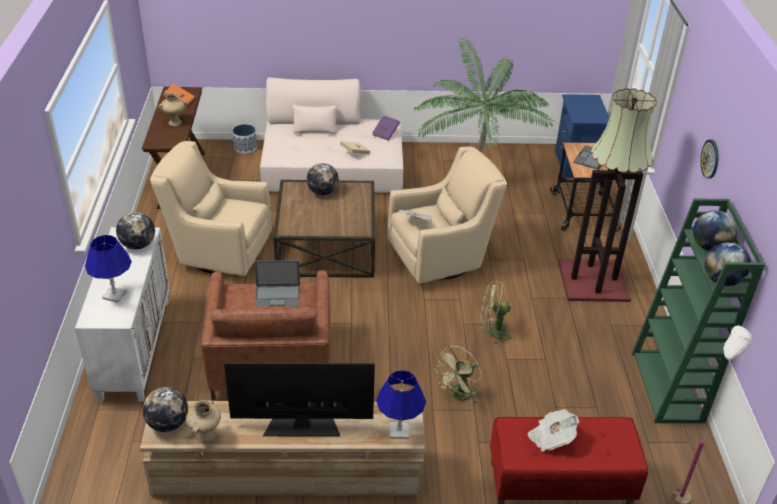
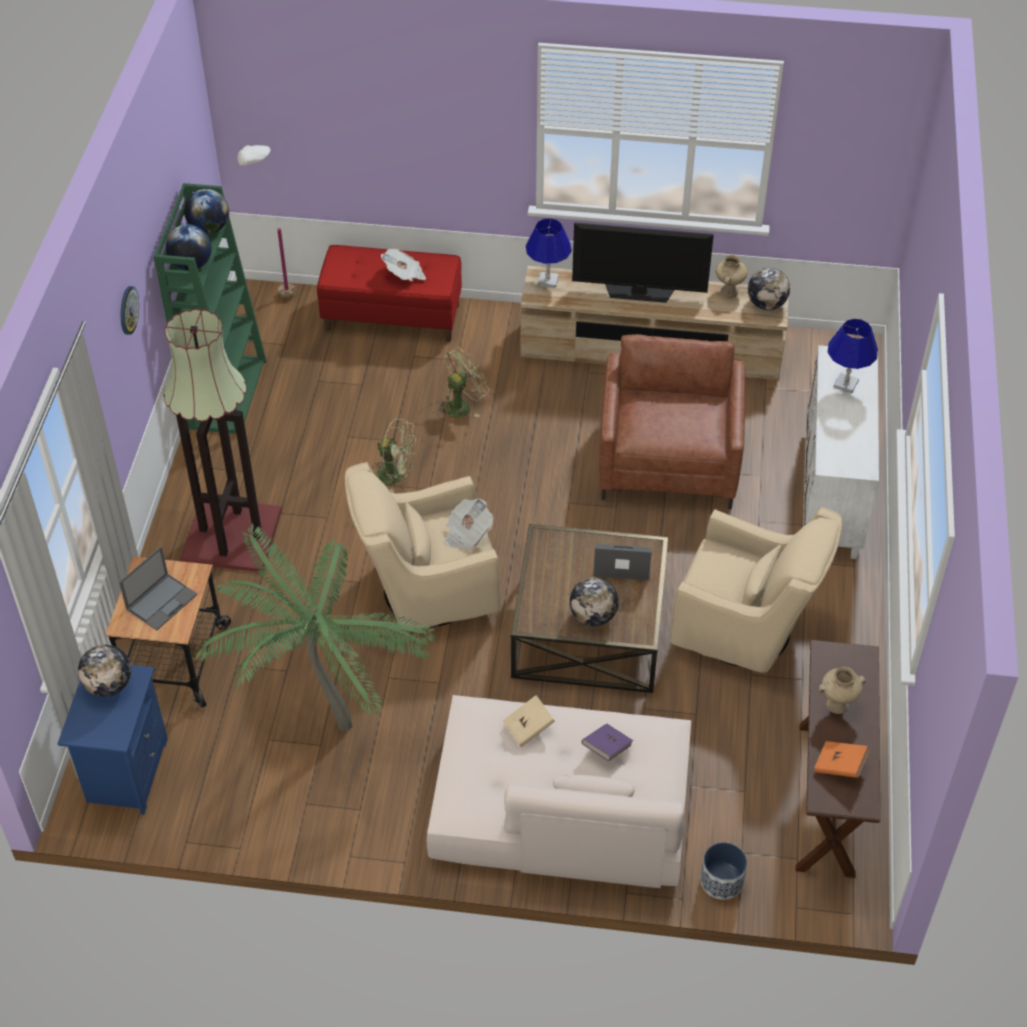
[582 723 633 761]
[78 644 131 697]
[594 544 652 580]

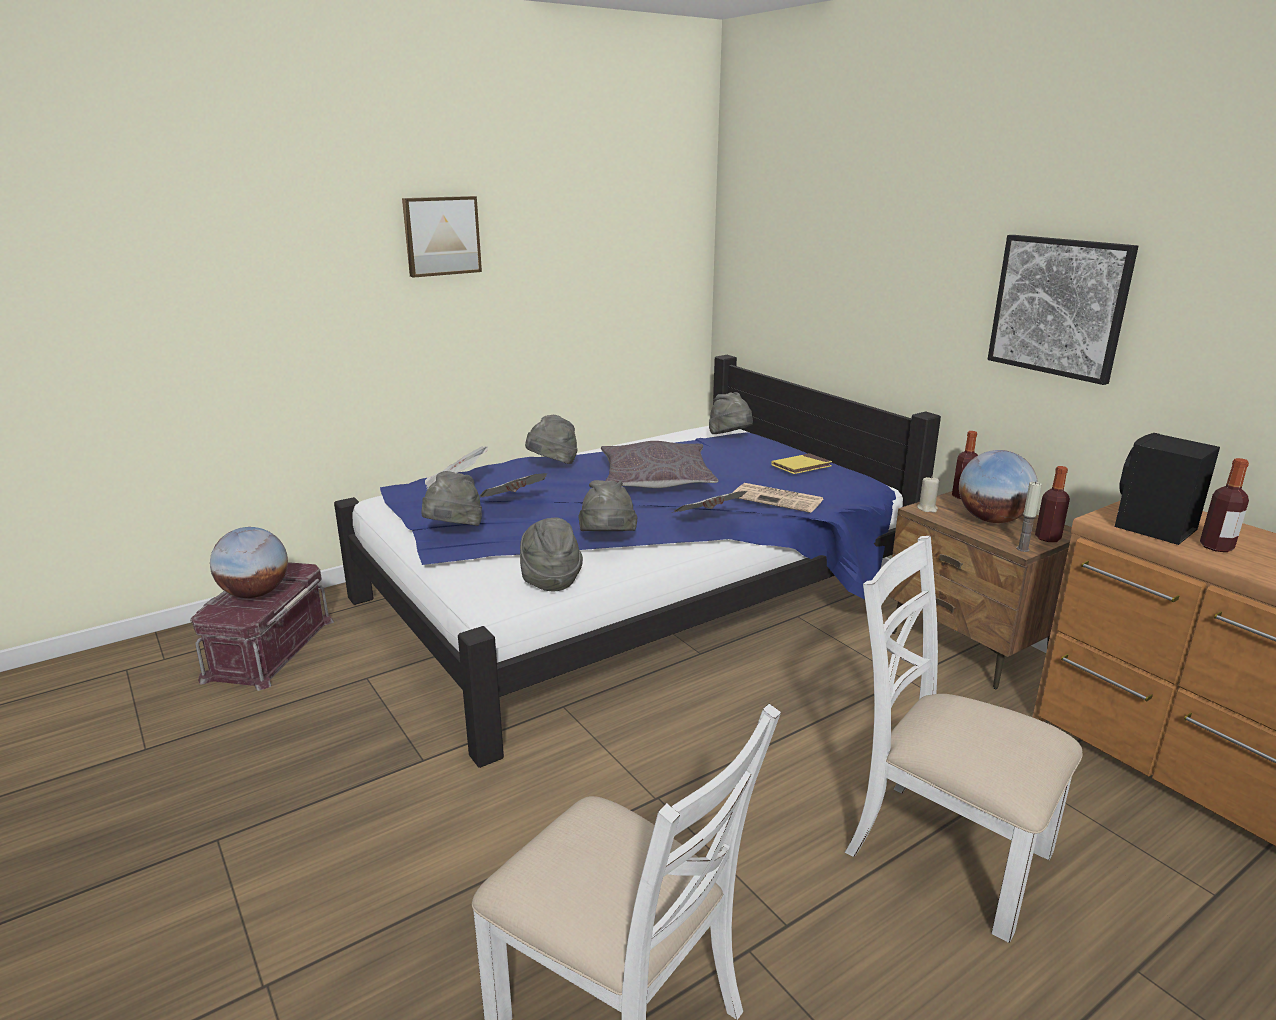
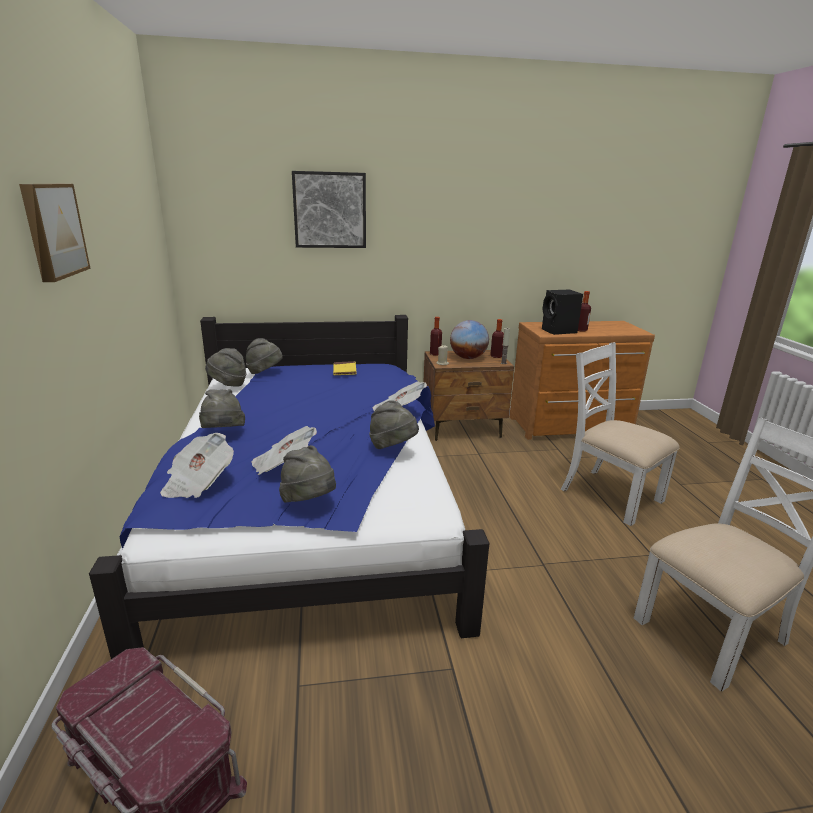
[292 171 366 248]
[601 441 719 488] (first image)
[732 483 824 513] (first image)
[205 348 246 387]
[210 527 288 598] (first image)
[561 342 680 526]

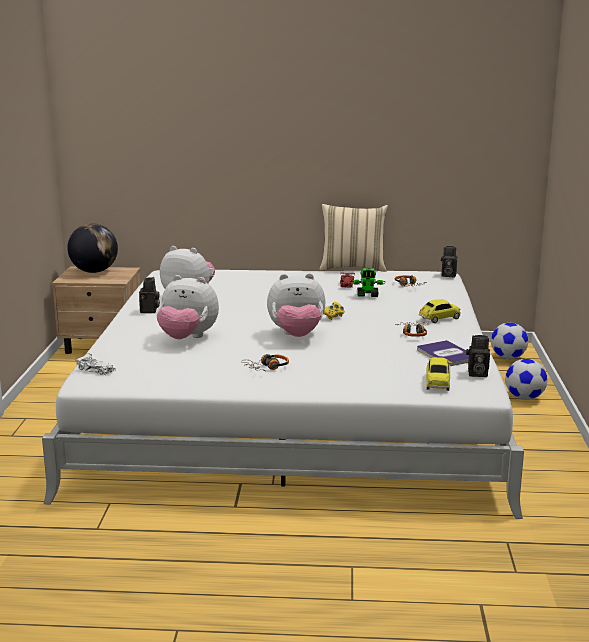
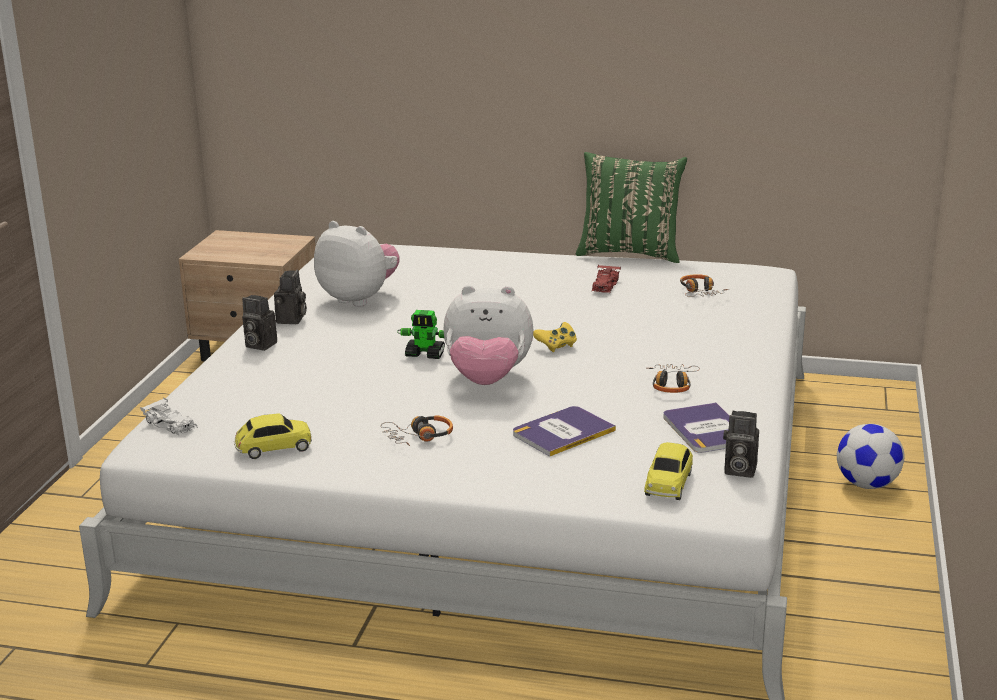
[576 152 687 263]
[67 223 118 273] (first image)
[242 295 277 351]
[397 310 445 359]
[157 275 219 339] (first image)
[234 413 312 459]
[491 323 528 359] (first image)
[513 406 616 457]

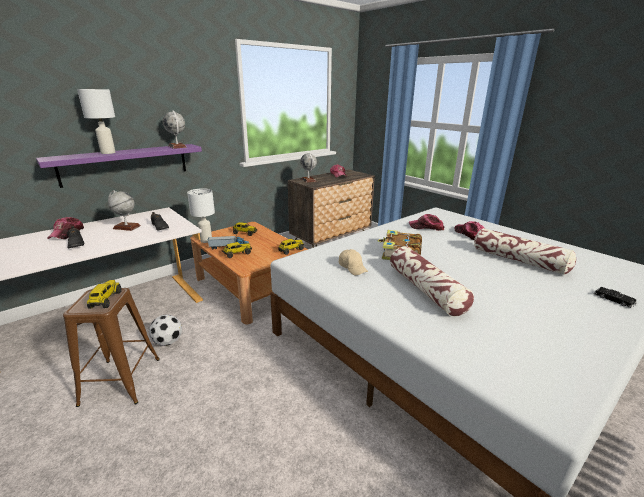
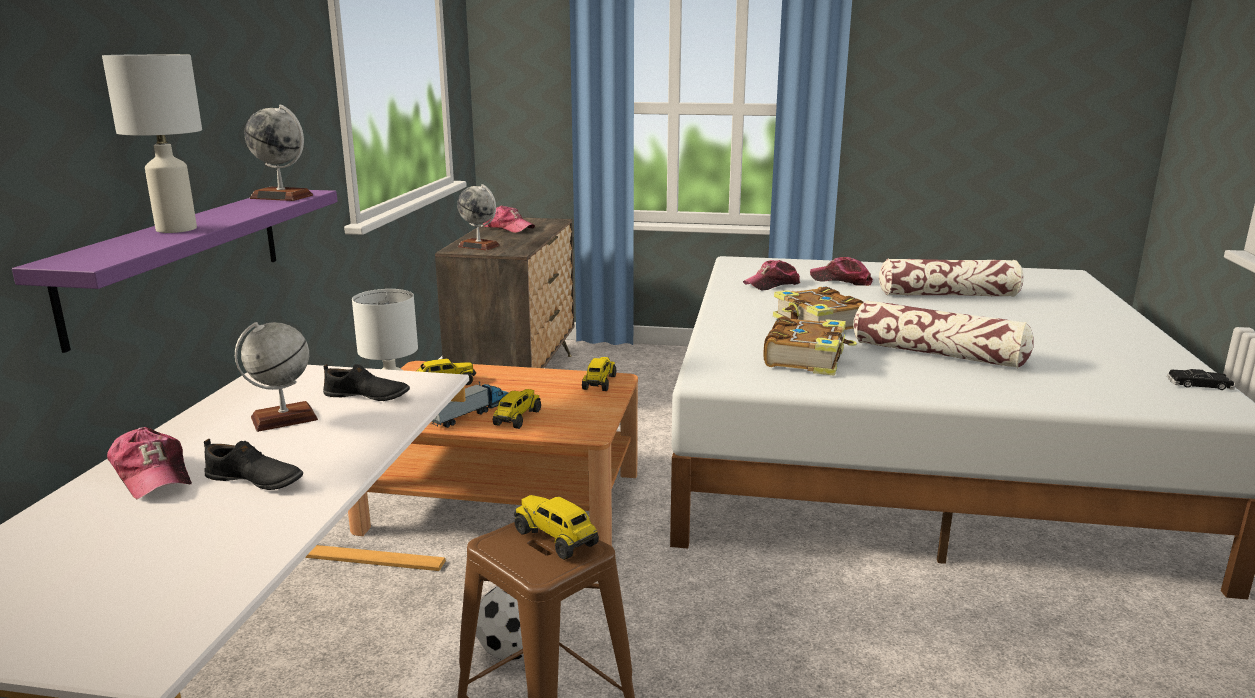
[763 316 857 376]
[1167 369 1235 390]

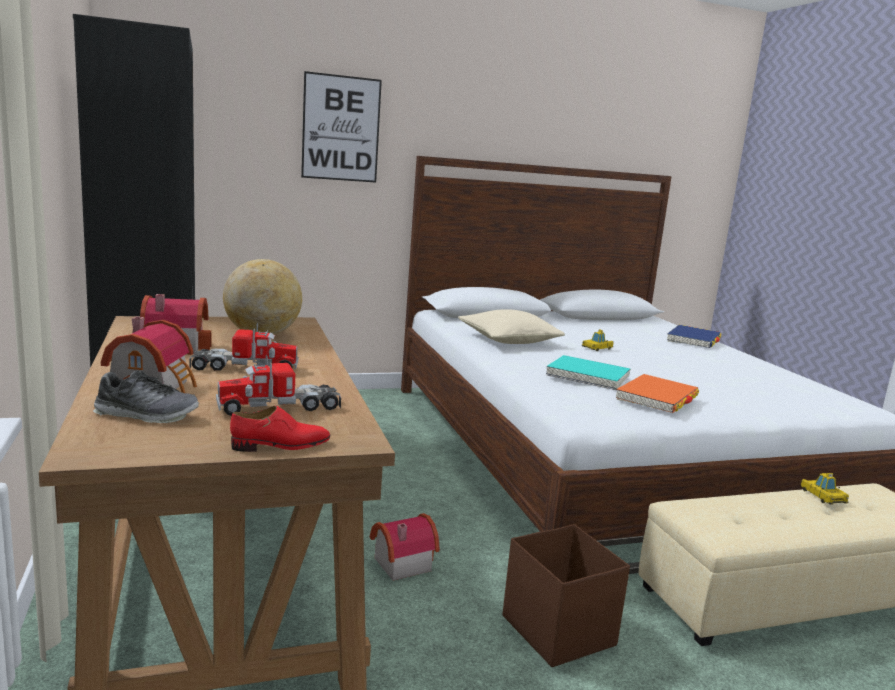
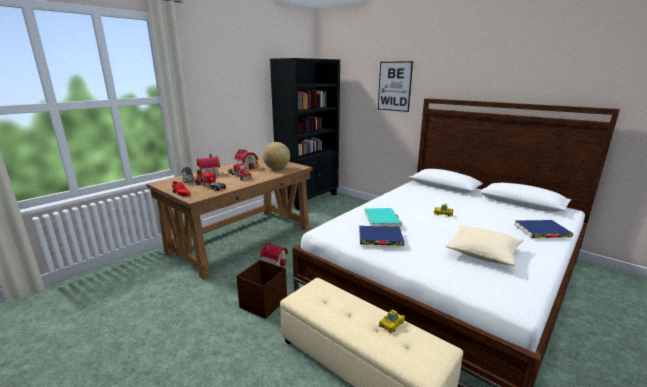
[445 225 524 266]
[359 226 404 246]

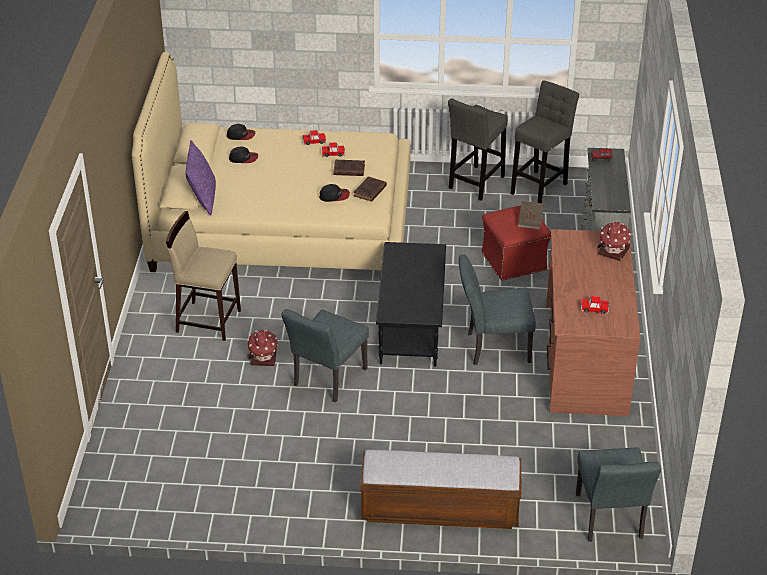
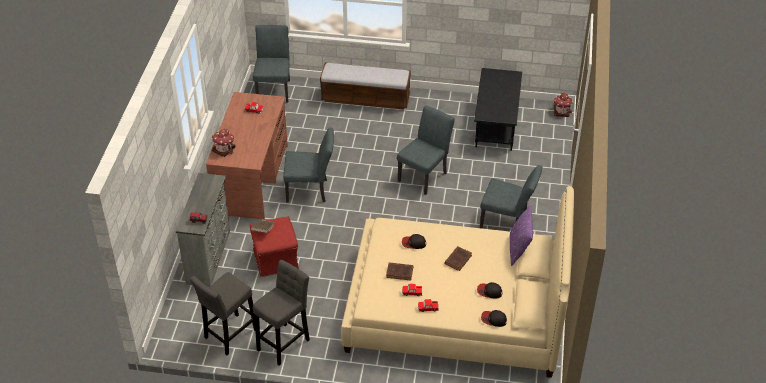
[444 246 472 271]
[480 165 542 228]
[474 68 522 151]
[554 93 573 117]

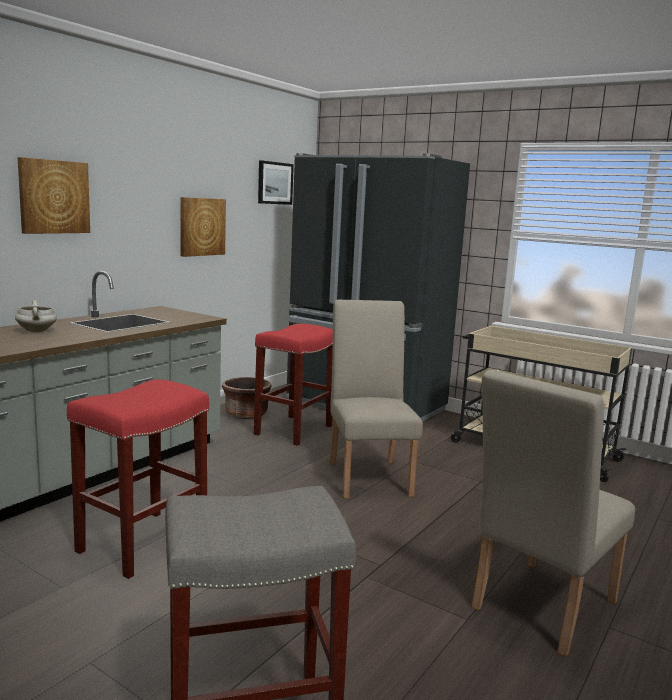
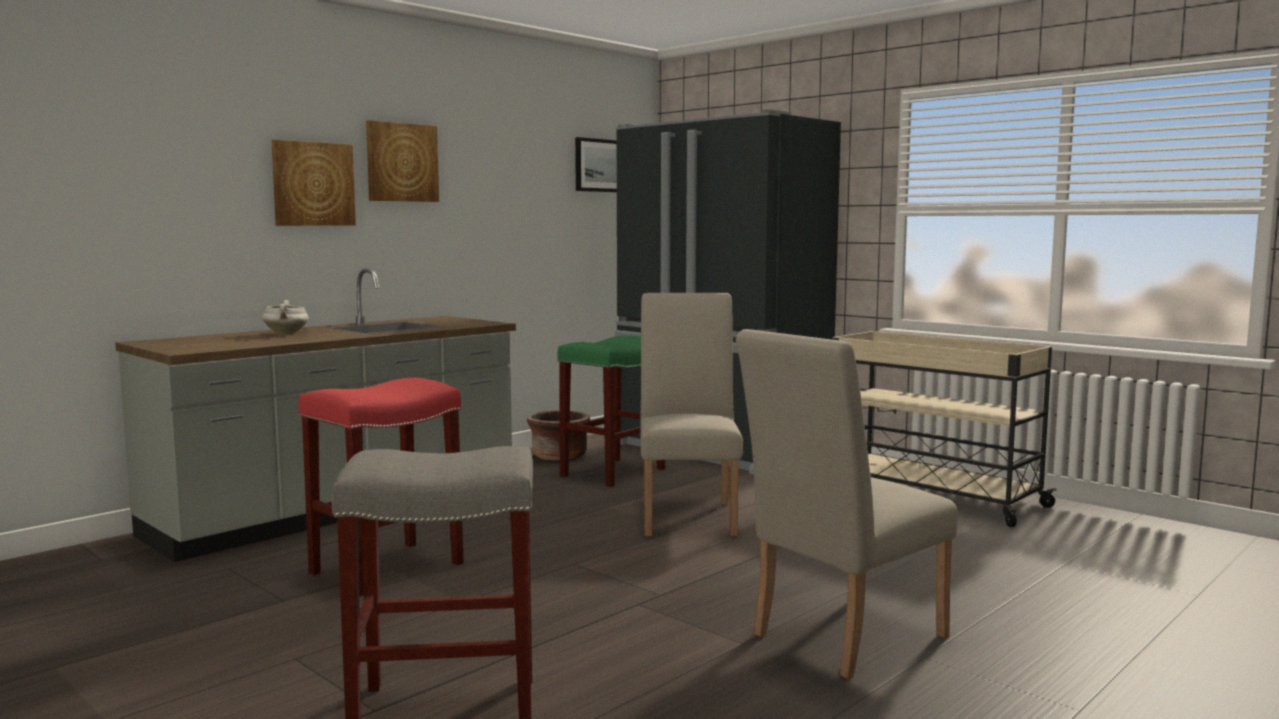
[366 120 439 202]
[557 336 665 487]

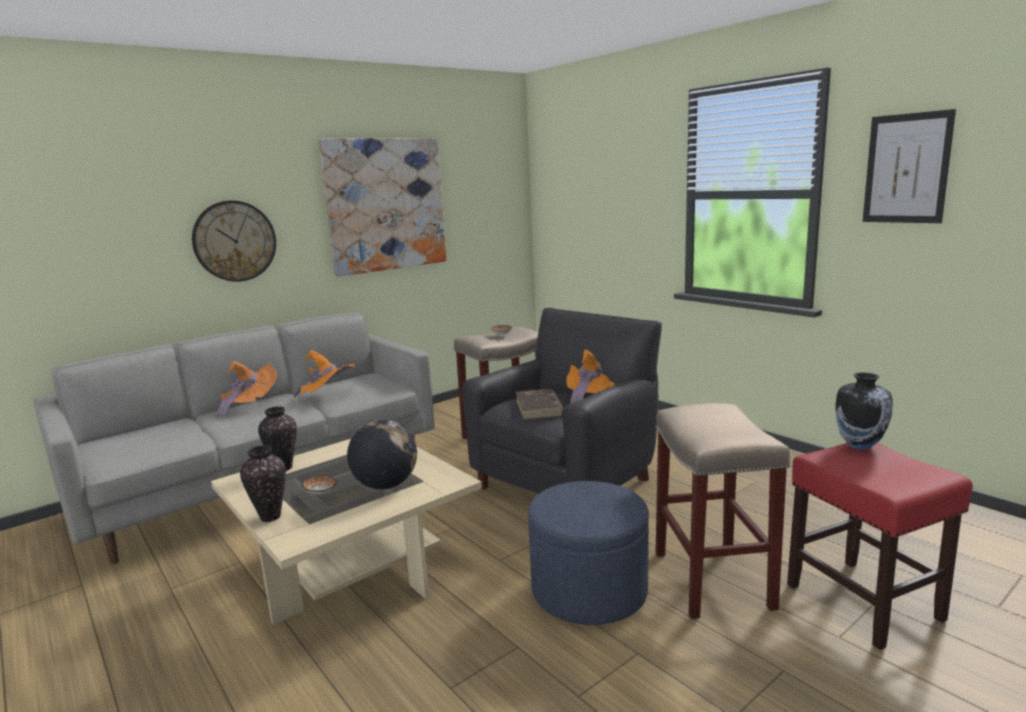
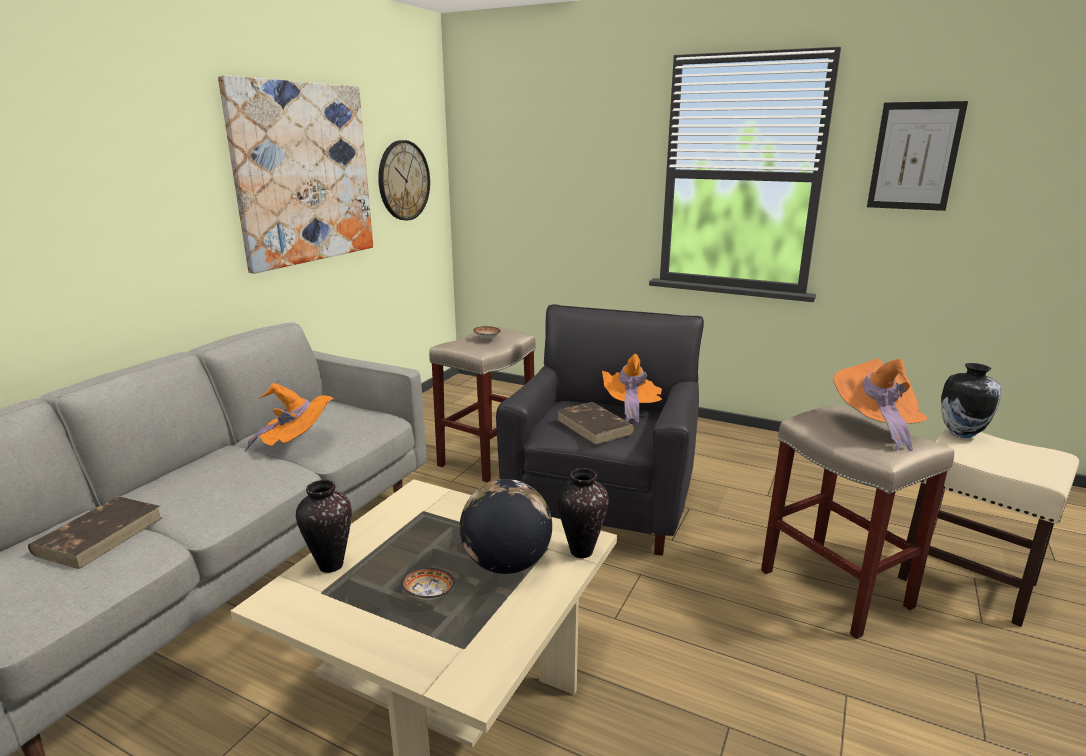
[378 140 430 220]
[833 359 928 451]
[898 428 1079 627]
[557 468 609 558]
[528 481 649 625] (first image)
[28 496 162 569]

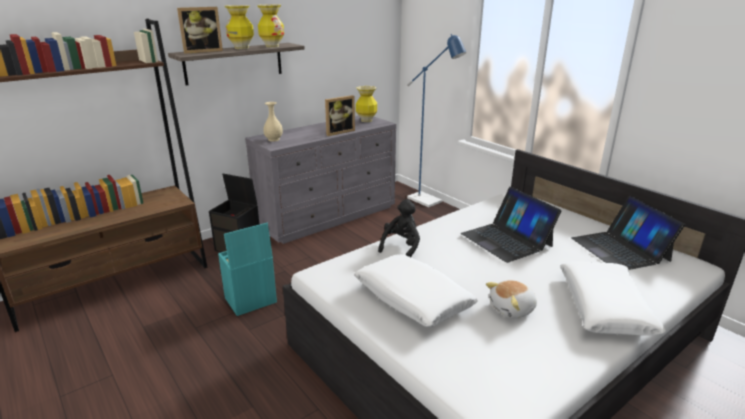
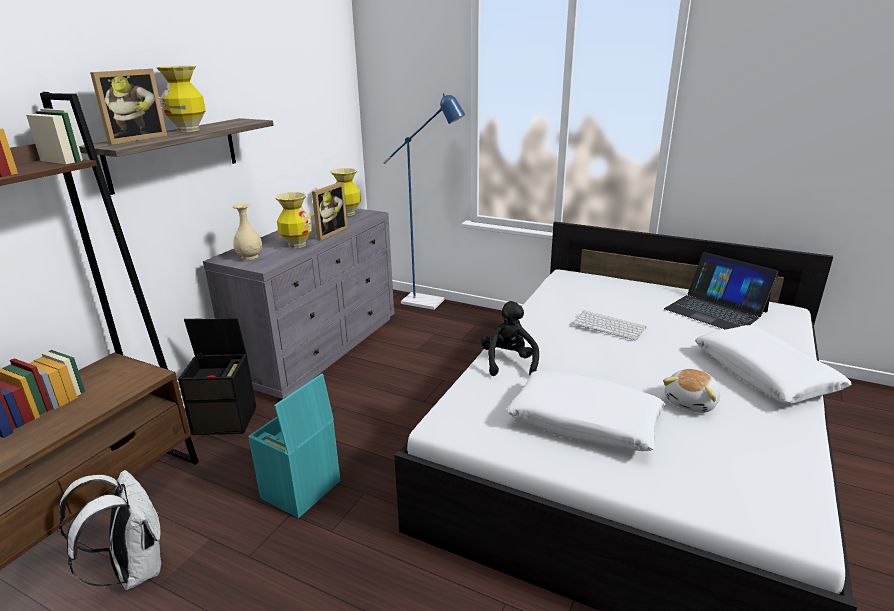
[275 192 312 248]
[573 310 646 340]
[59 470 161 590]

